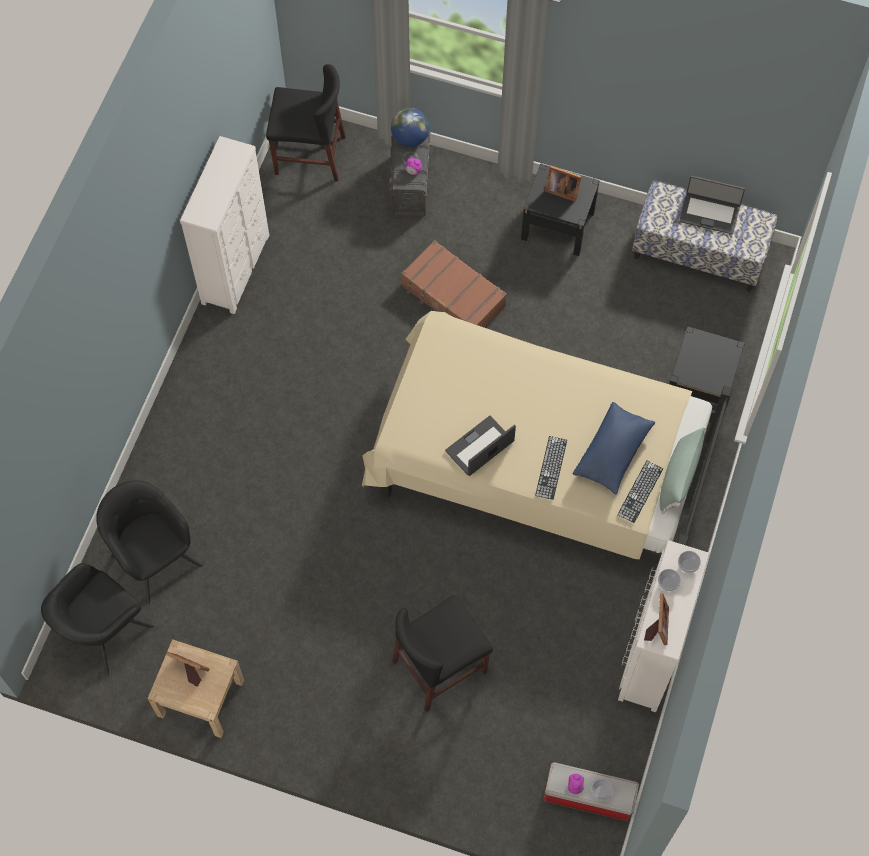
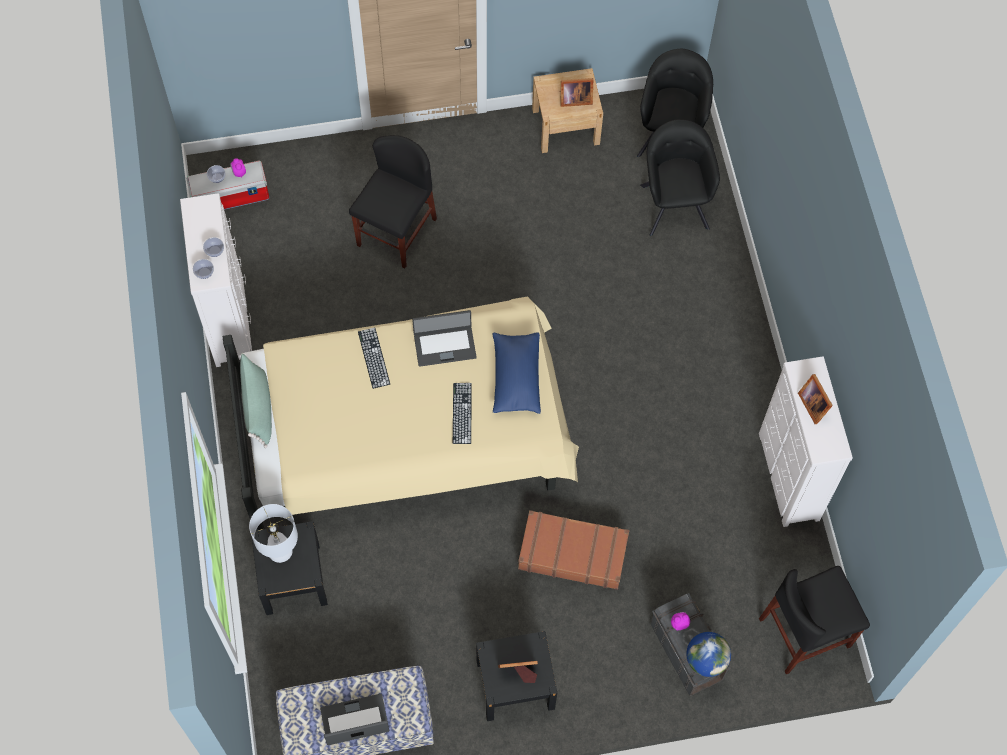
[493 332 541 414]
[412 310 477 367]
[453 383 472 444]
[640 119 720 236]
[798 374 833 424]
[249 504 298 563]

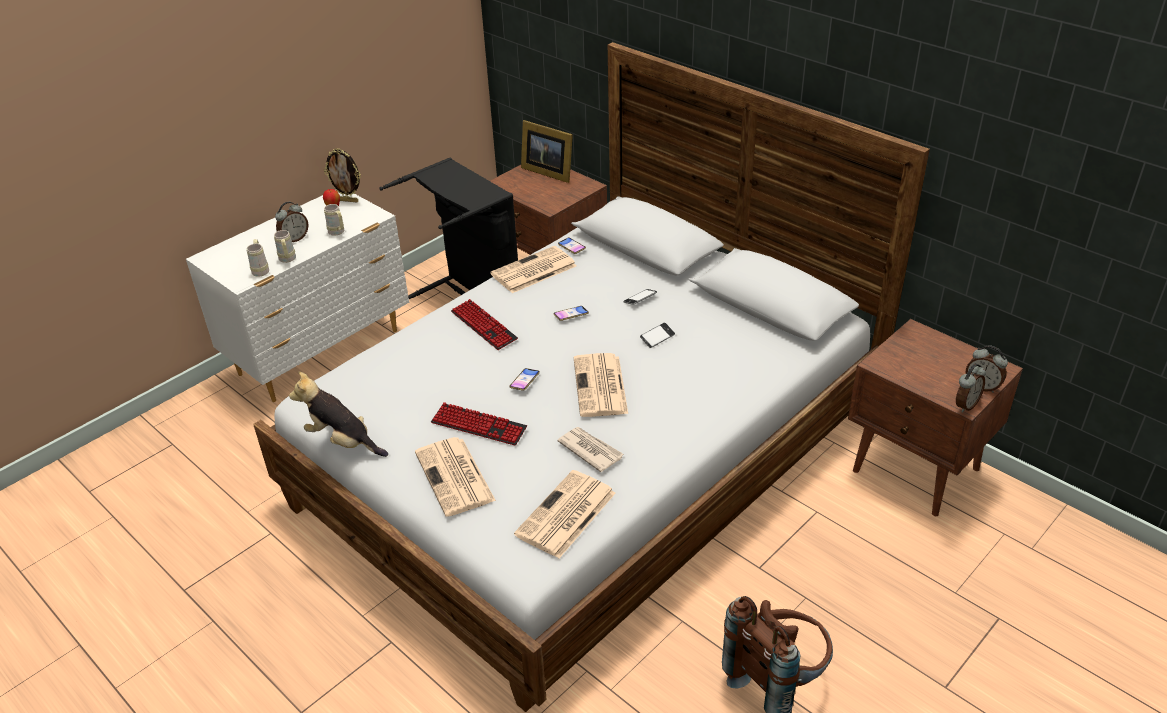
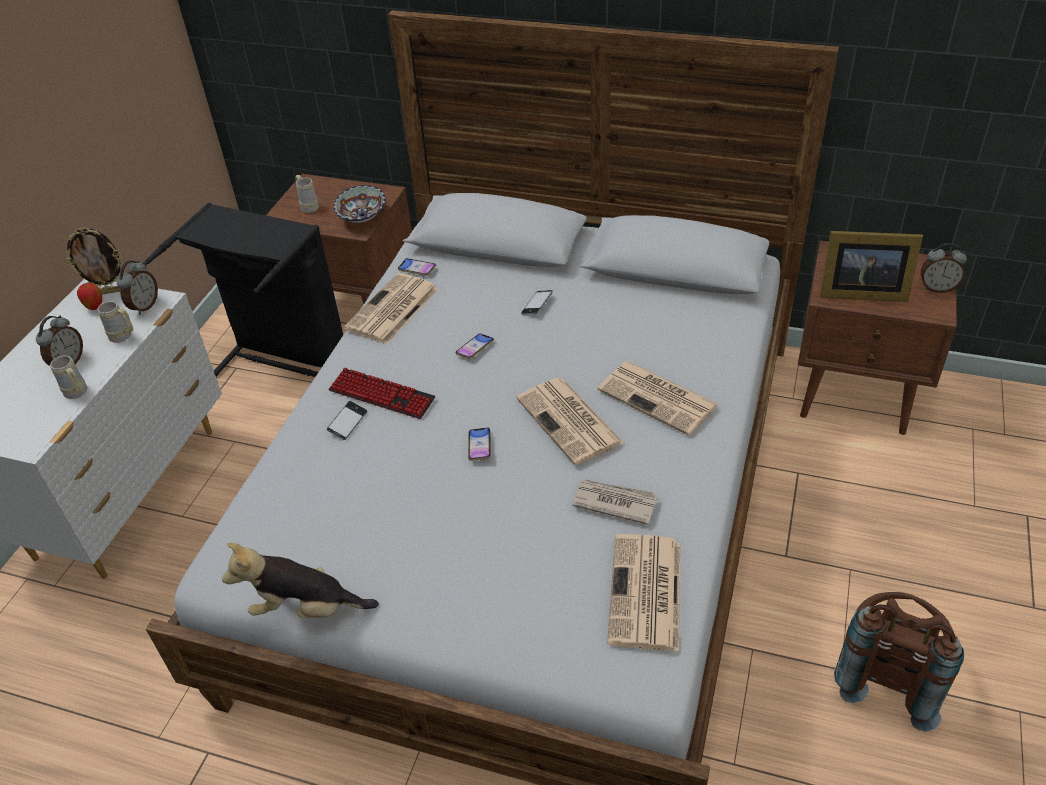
[820 231 923 302]
[295 175 319 213]
[327 401 367 440]
[117 261 158 315]
[431 402 527 445] (first image)
[598 361 719 435]
[334 185 386 223]

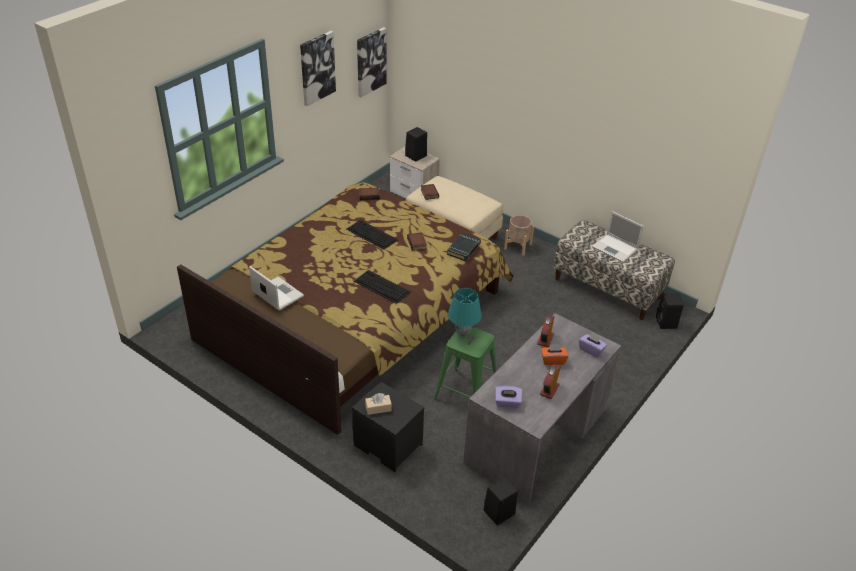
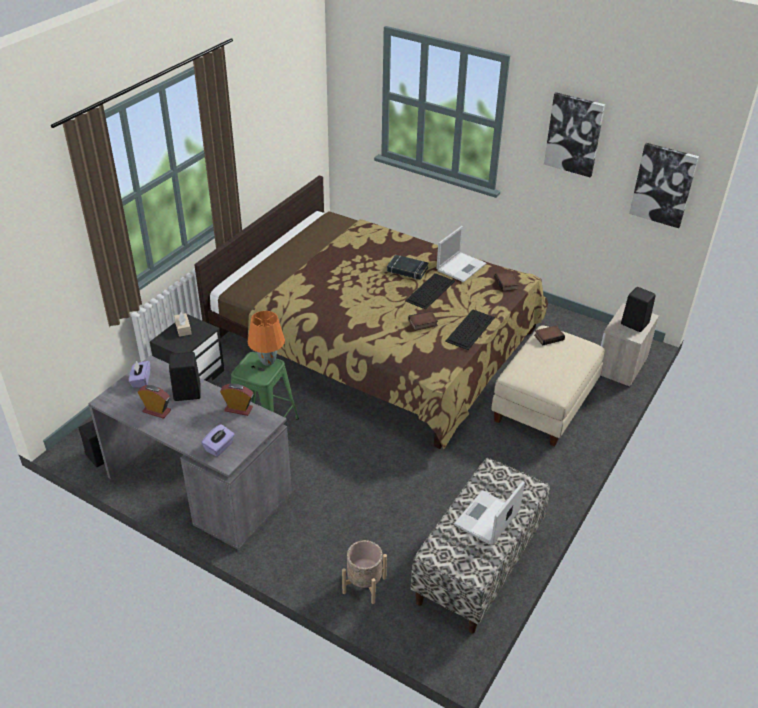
[342 540 387 604]
[387 255 428 280]
[437 226 486 282]
[445 309 495 350]
[248 311 285 366]
[169 352 201 401]
[541 345 569 365] (first image)

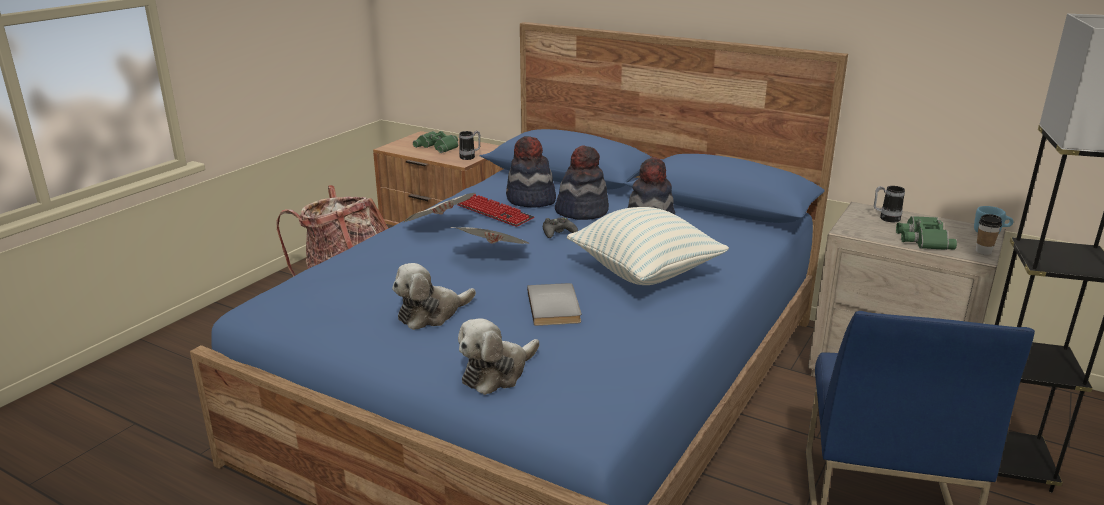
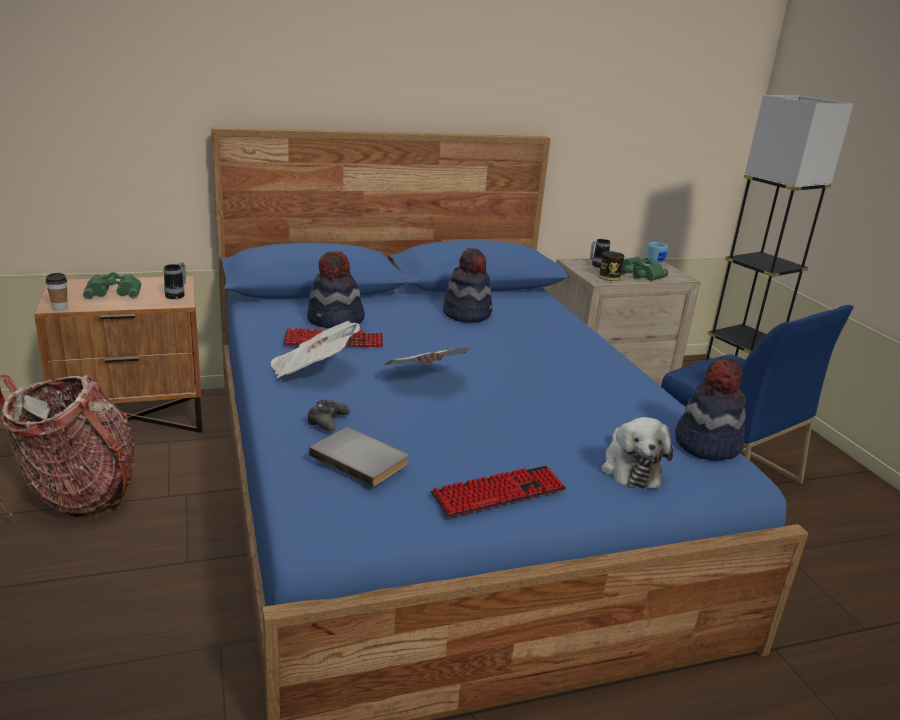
[675 358 746 460]
[567 207 729 285] (first image)
[46 273 68 311]
[307 399 350 432]
[392 263 476 330] (first image)
[309 427 408 487]
[599 251 624 281]
[431 466 566 518]

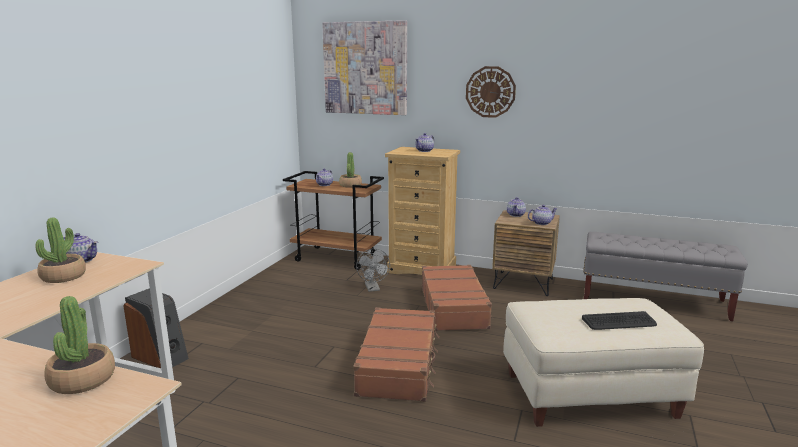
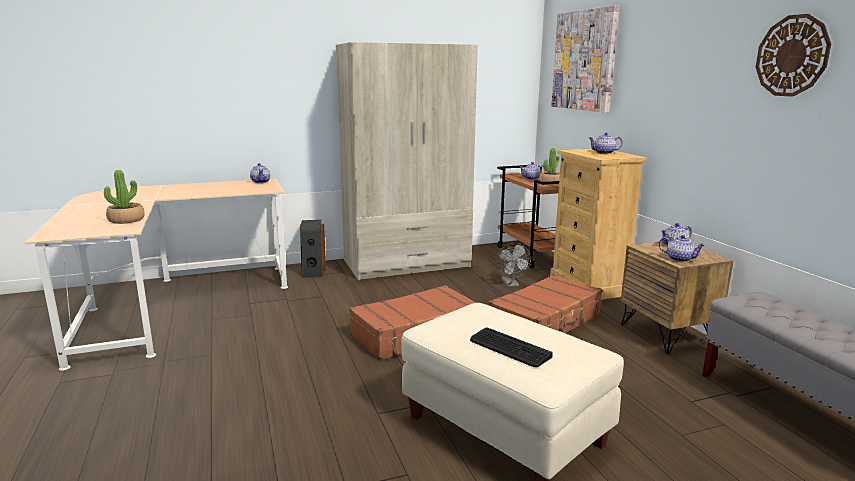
[756 14 831 97]
[35 217 86 283] (first image)
[497 243 531 287]
[336 42 478 280]

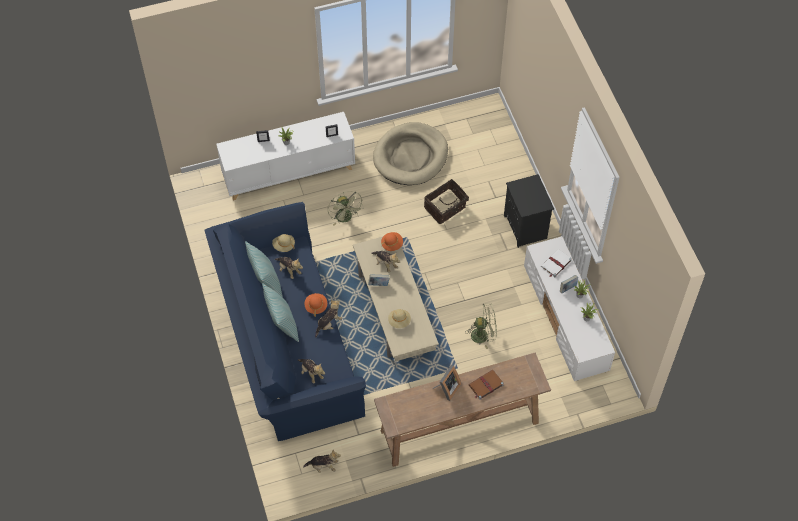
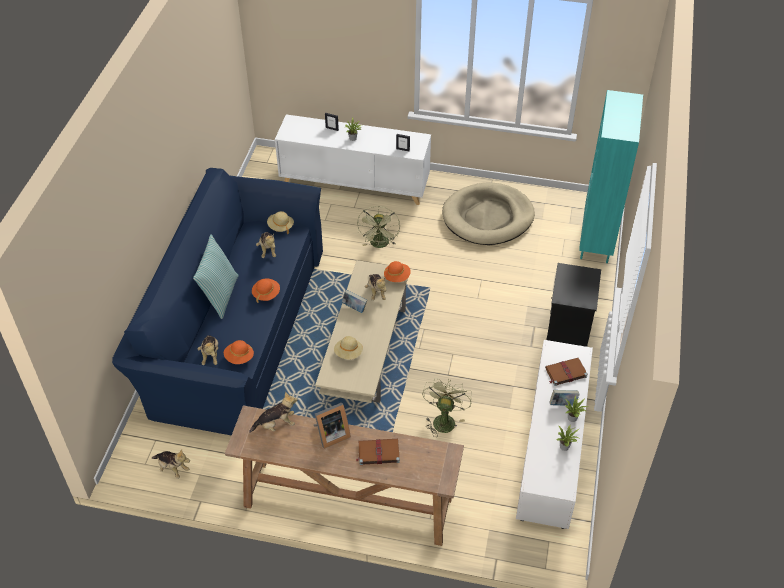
[424 179 469 224] (first image)
[245 241 283 298] (first image)
[545 358 588 386]
[249 392 298 433]
[422 378 472 437]
[579 90 643 263]
[224 340 254 364]

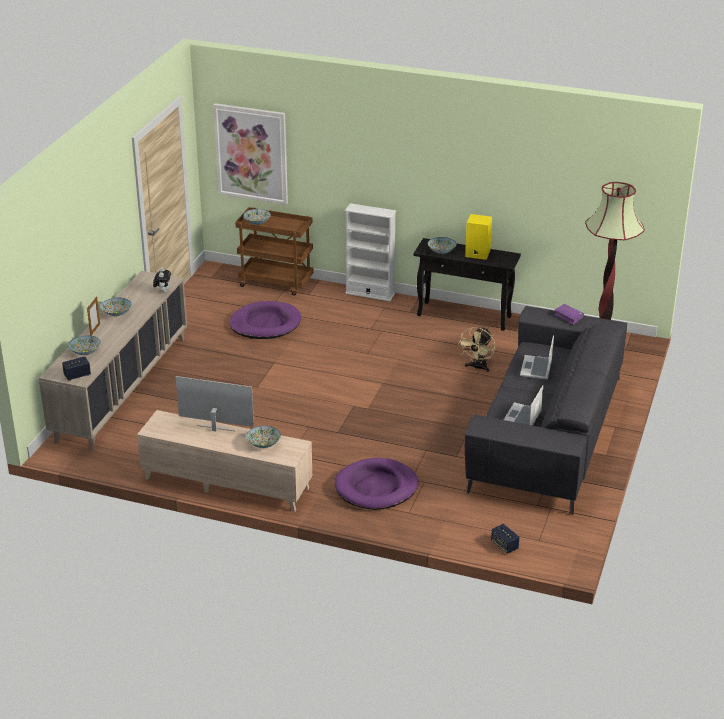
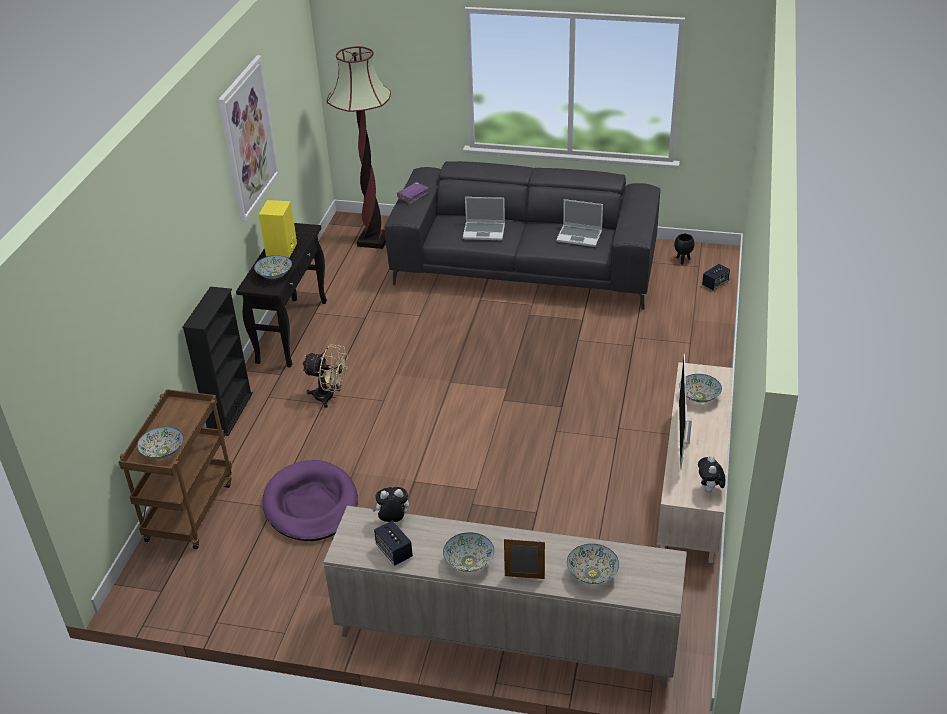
[218 55 280 223]
[182 286 253 436]
[302 344 348 408]
[374 521 413 566]
[335 458 419 510] (first image)
[674 234 694 265]
[698 456 725 492]

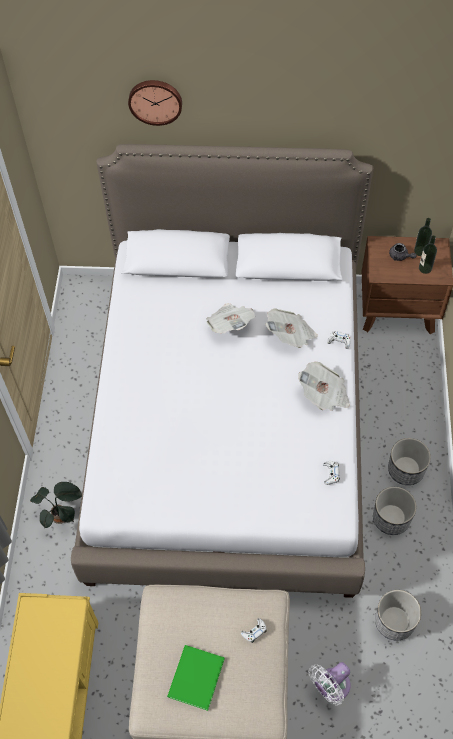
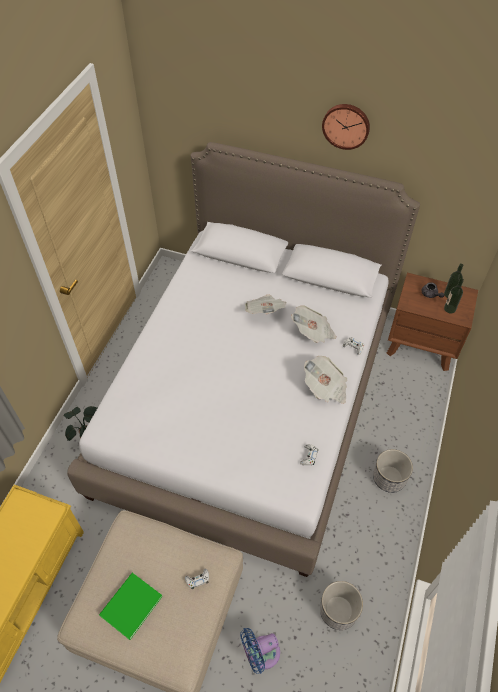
[322 104 370 150]
[373 487 416 535] (first image)
[240 628 280 674]

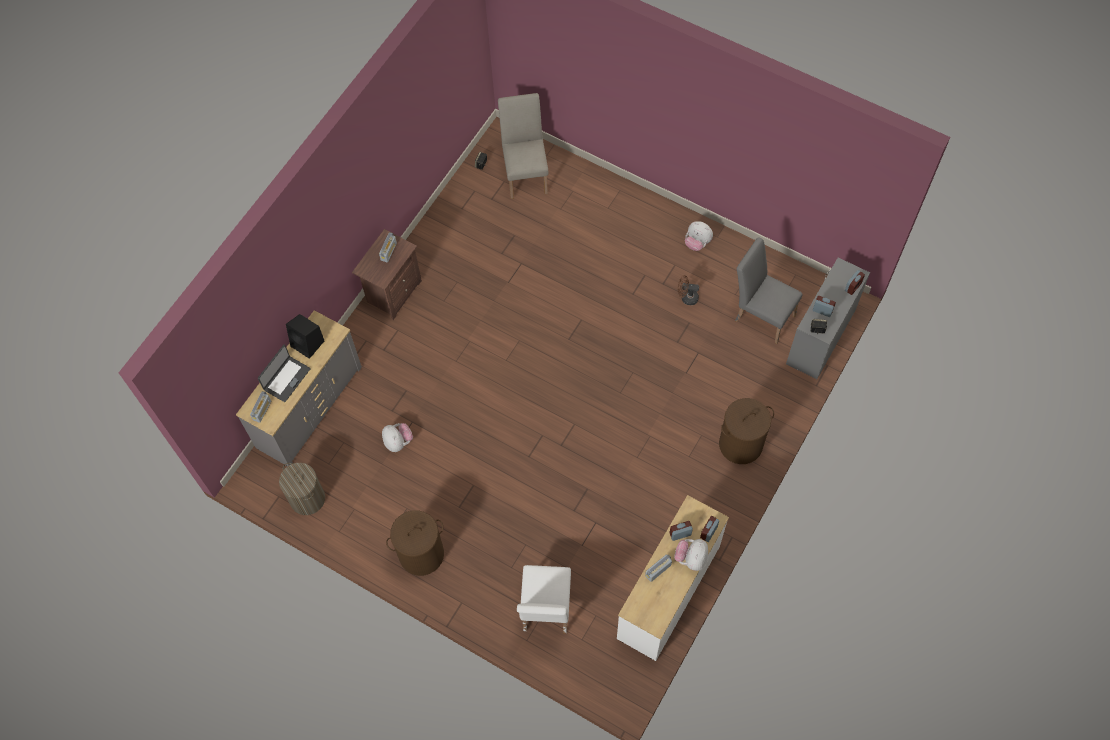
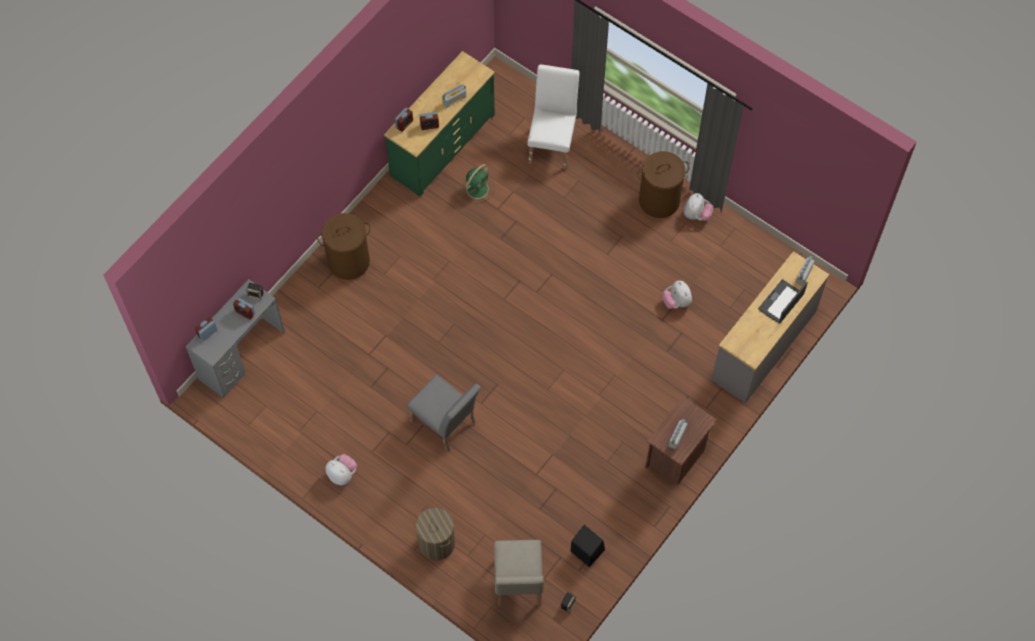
[407 375 481 452]
[678 275 699 305] (first image)
[571 525 605 567]
[416 506 455 560]
[384 51 495 197]
[684 193 713 221]
[462 164 494 204]

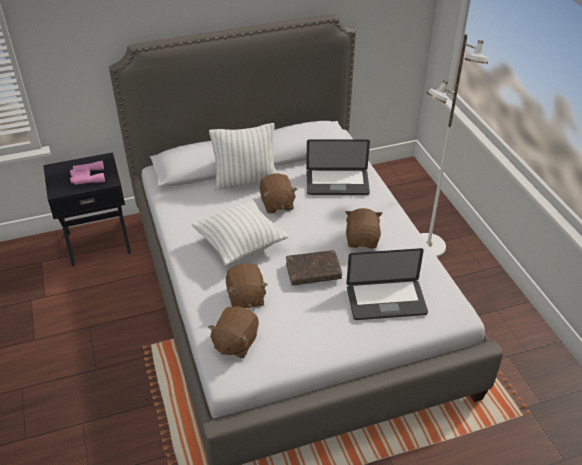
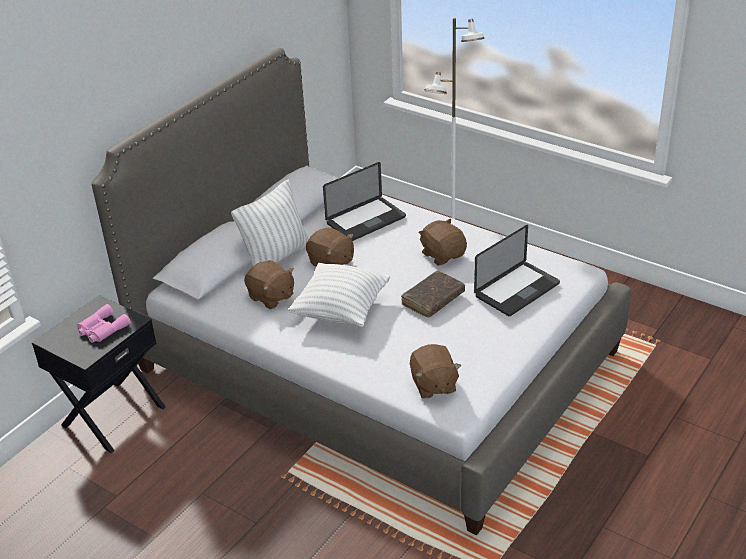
[244 260 294 309]

